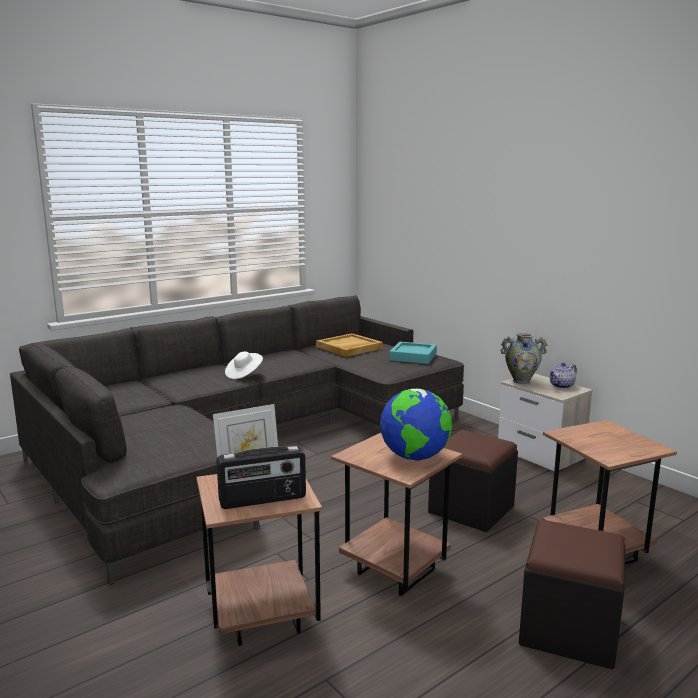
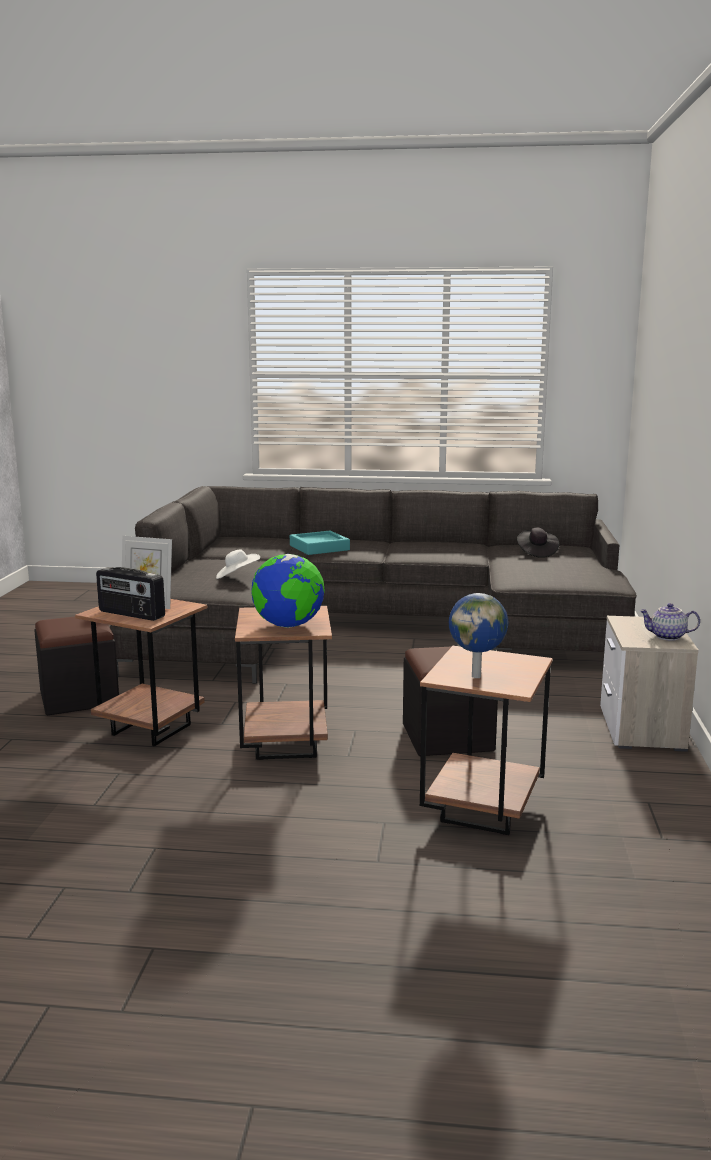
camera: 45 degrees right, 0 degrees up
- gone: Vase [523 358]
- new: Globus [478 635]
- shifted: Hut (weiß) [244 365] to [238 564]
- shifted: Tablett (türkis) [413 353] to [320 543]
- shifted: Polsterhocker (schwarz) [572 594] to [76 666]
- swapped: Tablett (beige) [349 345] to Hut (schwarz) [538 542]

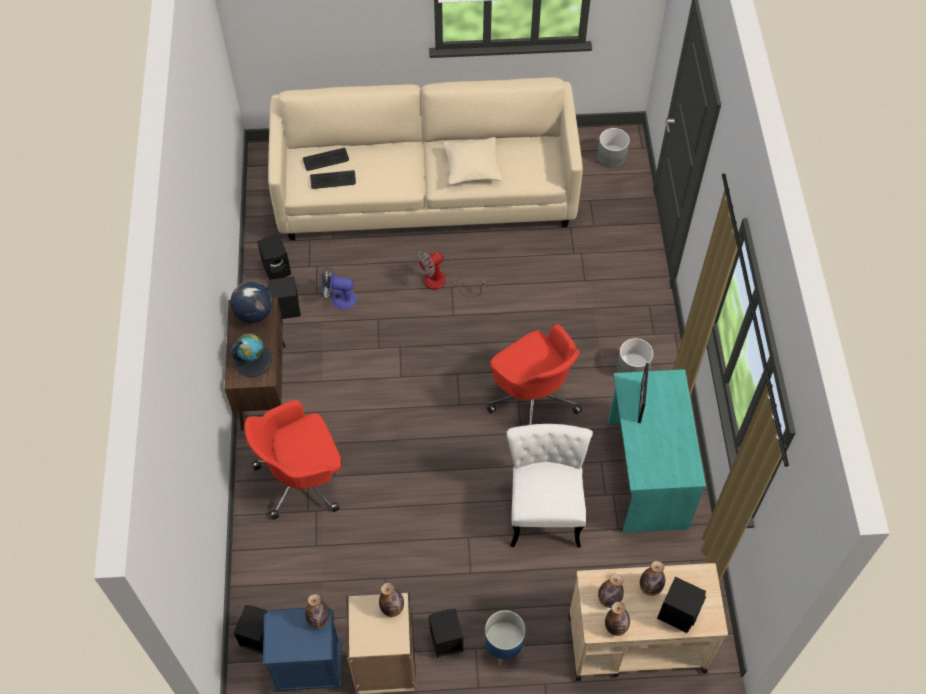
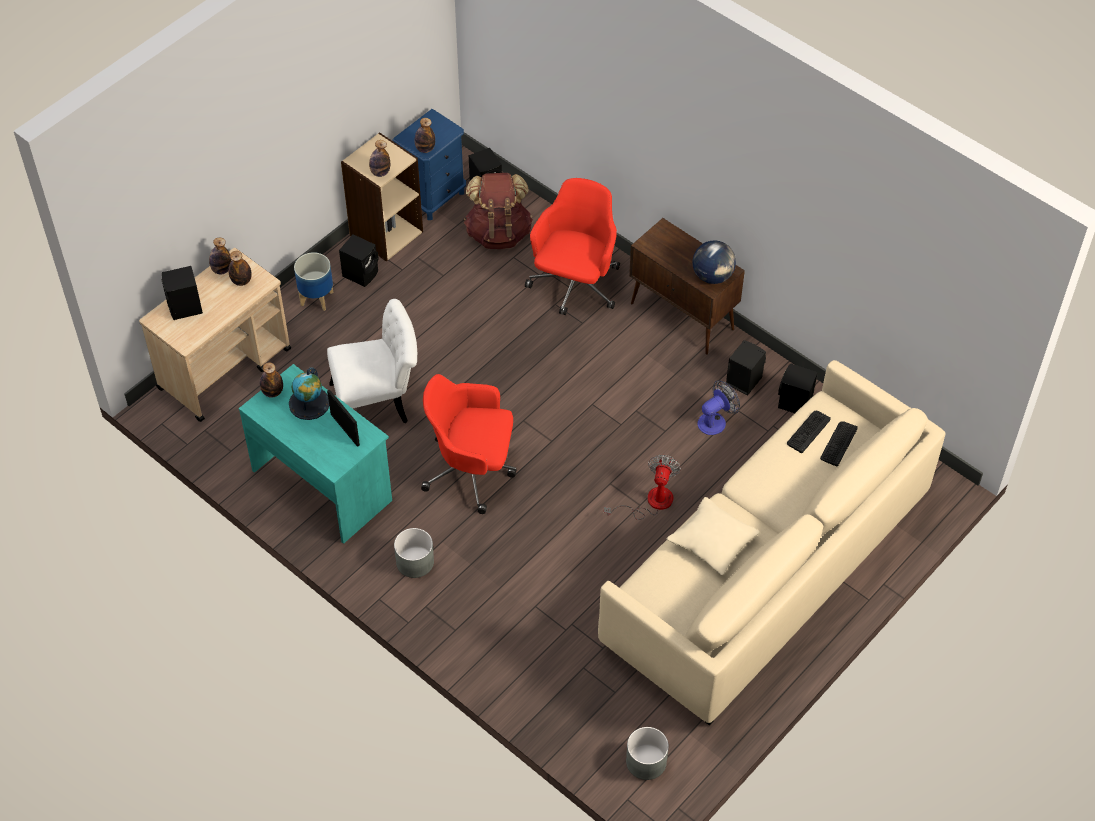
camera: 135 degrees right, 5 degrees down
- new: Rucksack (braun) [498 211]
- shifted: Globus [251 355] to [309 393]
- shifted: Flasche [652 578] to [271 380]
- rotated: Stuhl (weiß) [550 485] = [372 361] 60 degrees counterclockwise

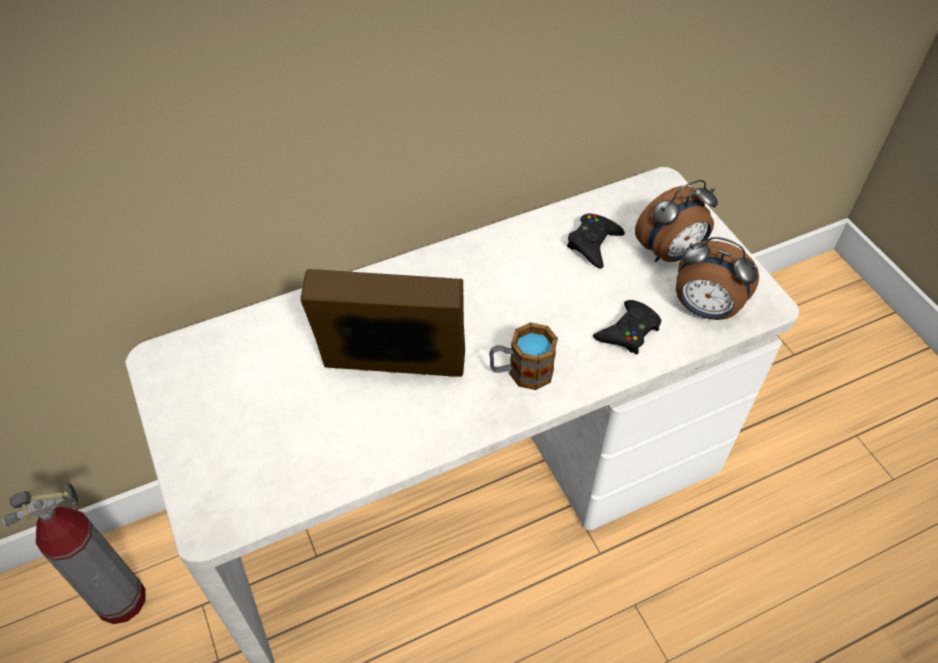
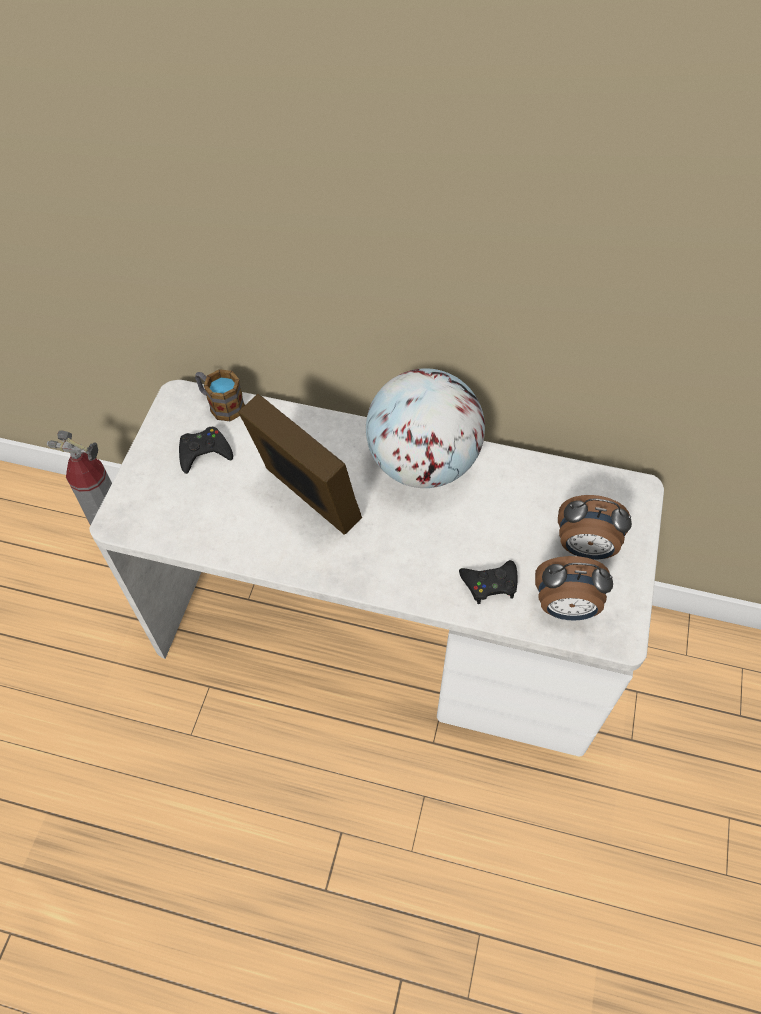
camera: 40 degrees right, 5 degrees up
- new: Globus [425 428]
- shifted: Henkelbecher [523 356] to [220 395]
- shifted: Gamepad (schwarz) [596 240] to [206 450]
- rotated: Wecker [717 278] = [574 588] 60 degrees counterclockwise

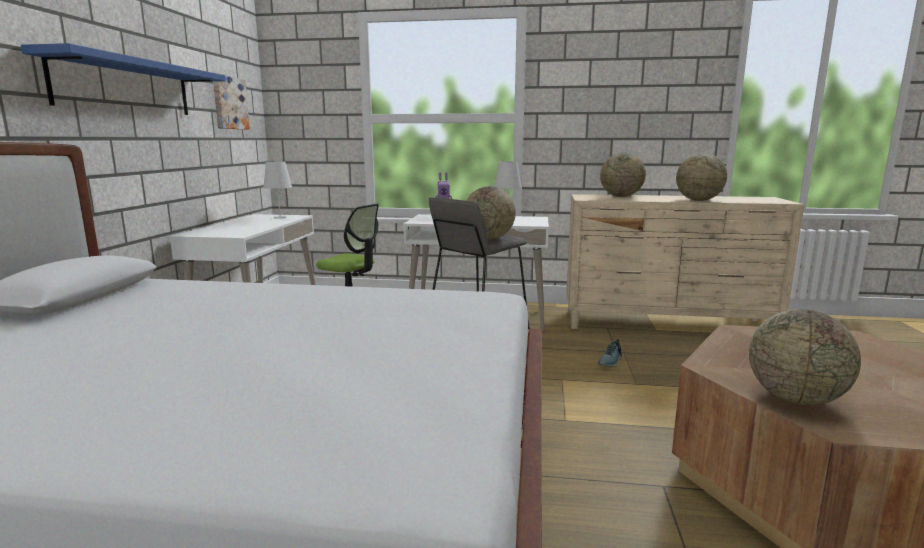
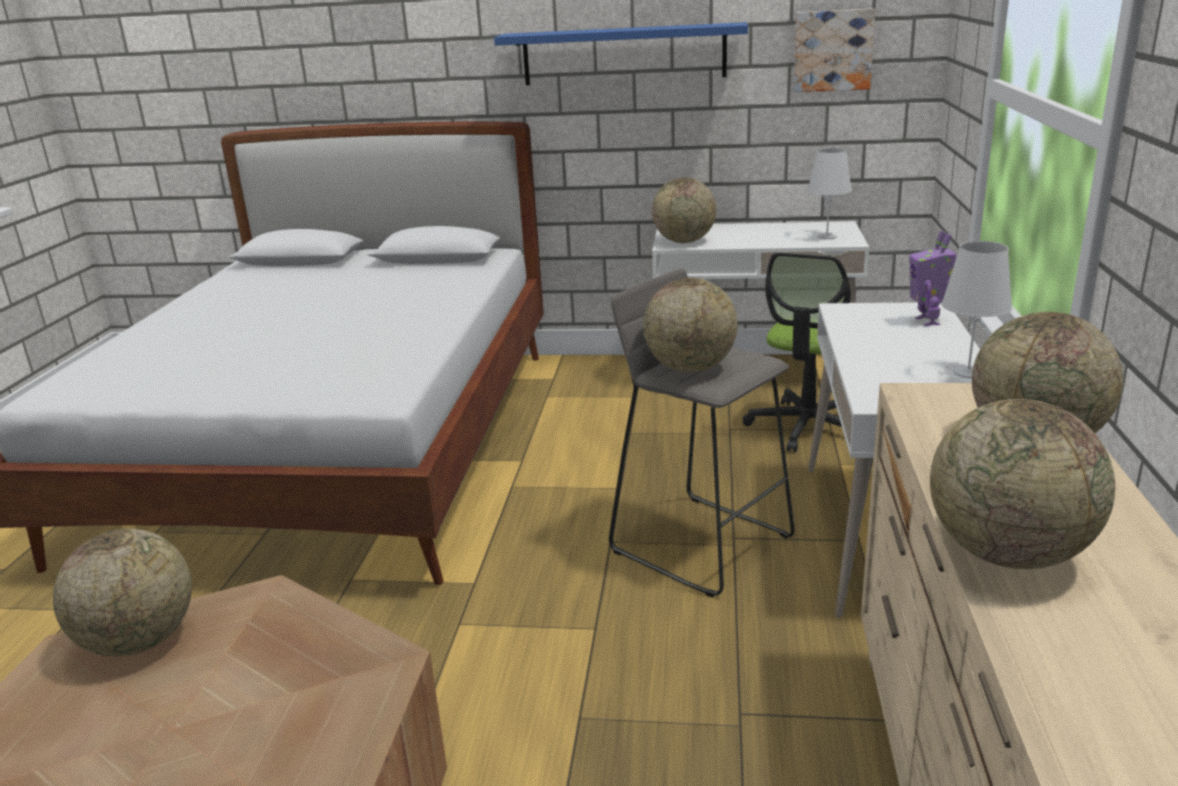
camera: 90 degrees right, 10 degrees up
- gone: Schuh [610 353]
- new: Globus [684 210]

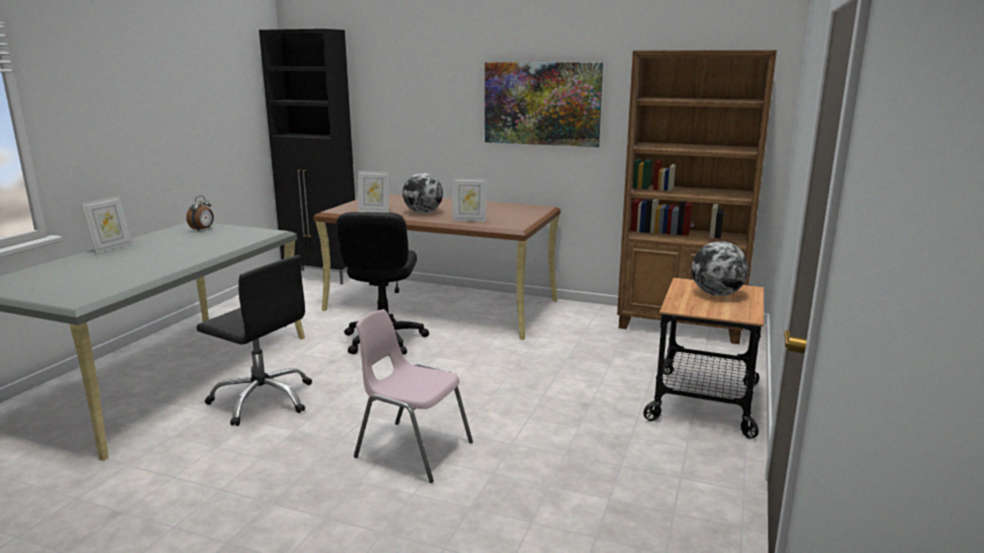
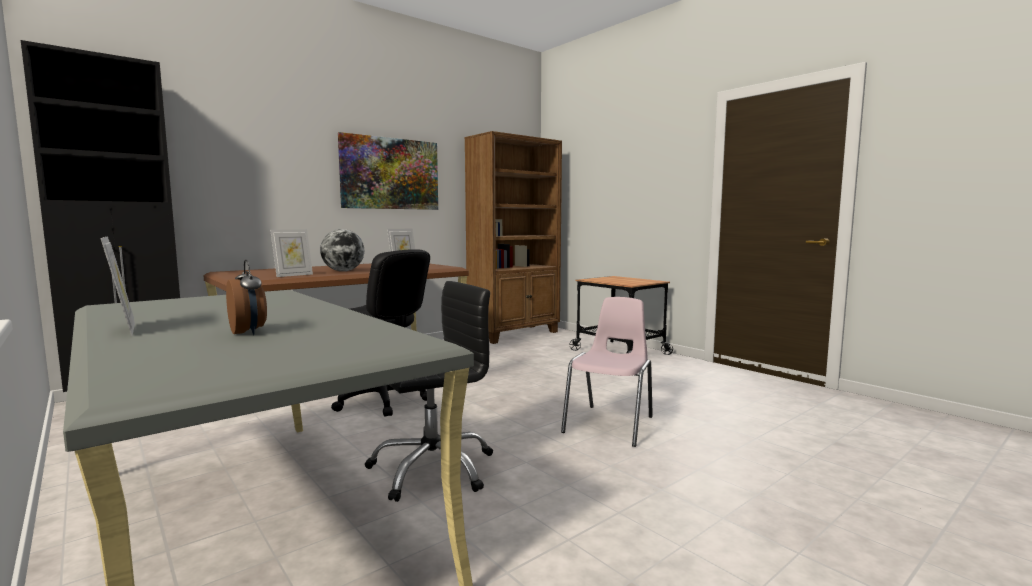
camera: 60 degrees left, 10 degrees down
- gone: Globus [720 268]
- shifted: Wecker [200 213] to [246 297]
- rotated: Stuhl (rosa) [413 396] = [607 372] 150 degrees clockwise

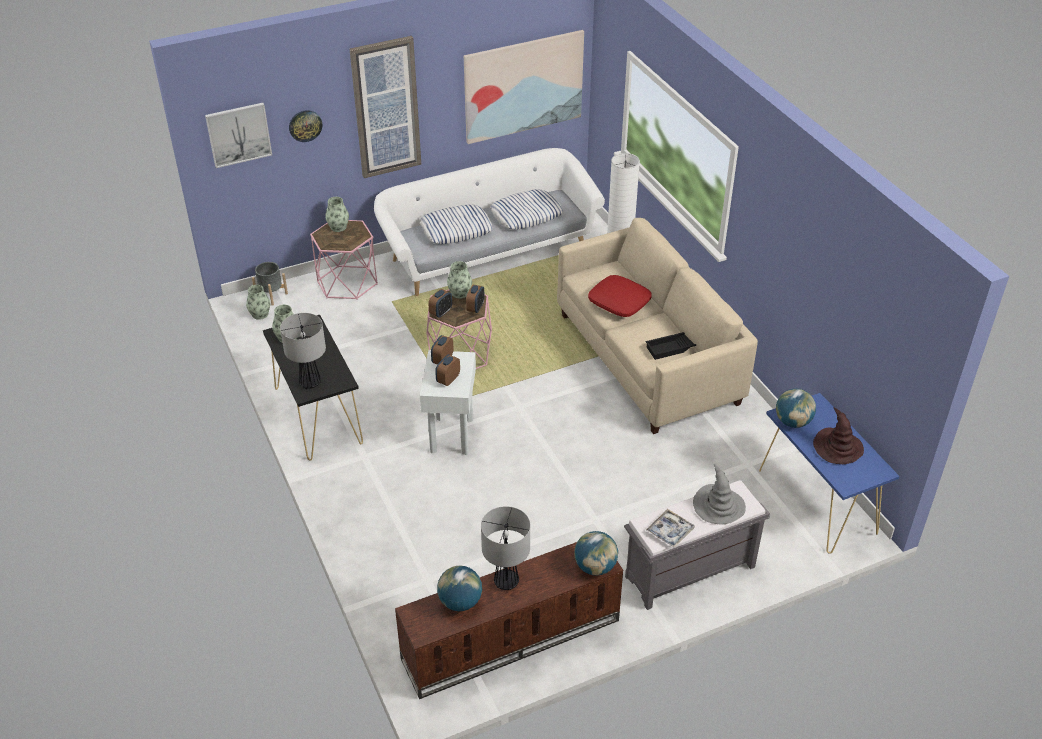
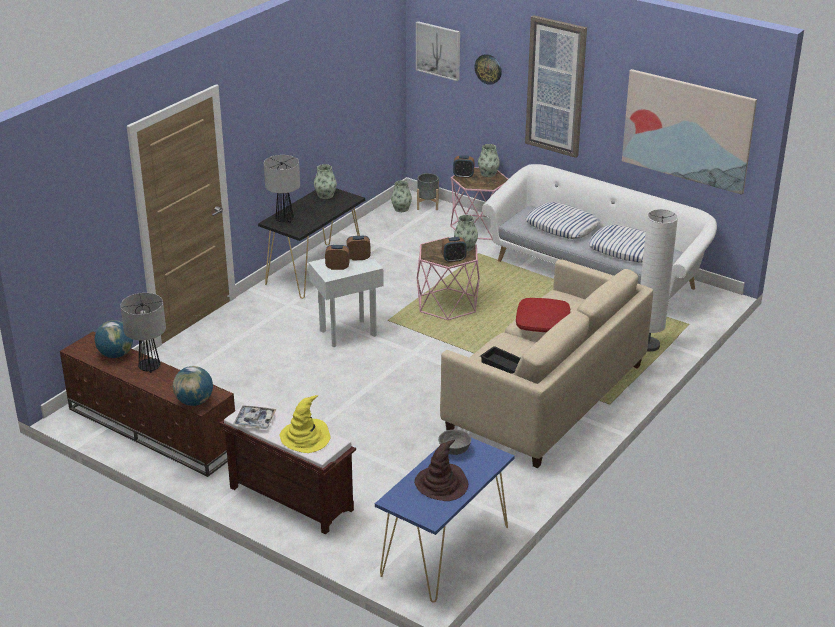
camera: 60 degrees right, 10 degrees down
- shifted: Wecker [440 303] to [463 166]
- swapped: Globus [796 408] to Schüssel (grau) [454 442]
- repainted: Bank (grau) [697 545] to Bank (braun) [288 466]
- repainted: Hut (grau) [719 494] to Hut (gelb) [305 424]

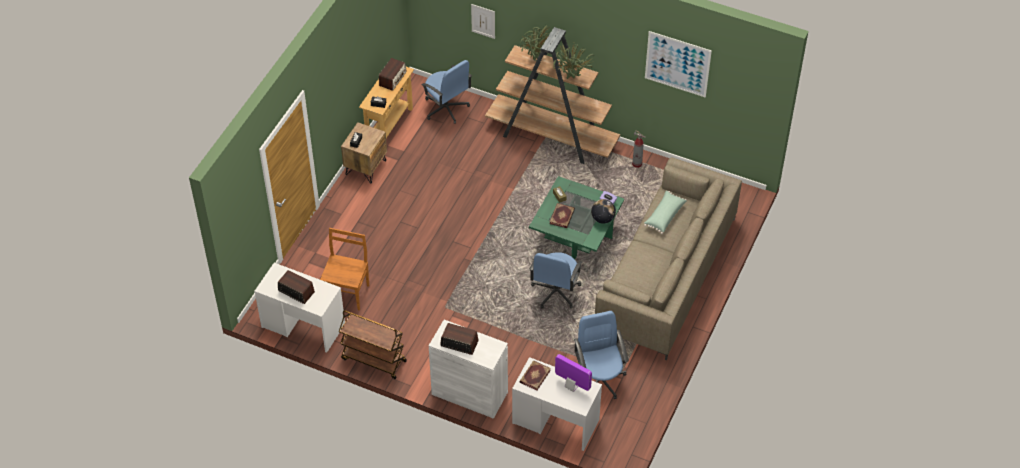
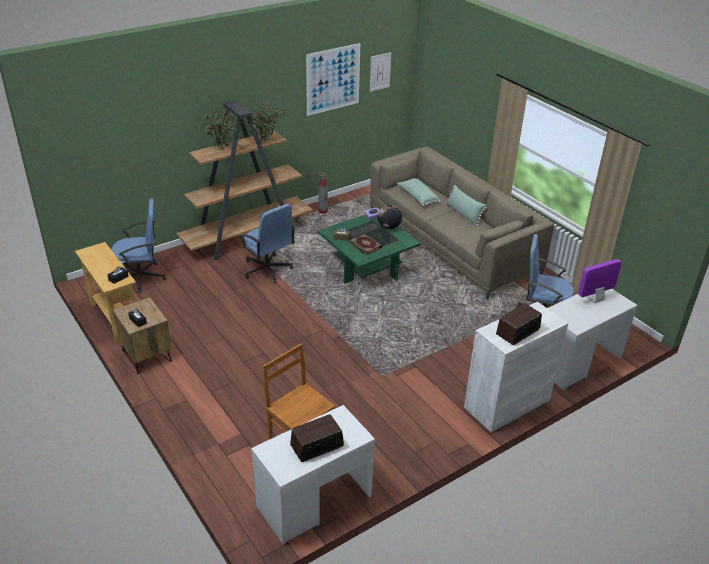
camera: 60 degrees left, 15 degrees down
- gone: Rollwagen (braun) [373 344]
- gone: Radio [392 74]
- gone: Buch [535 375]
- new: Kissen (grün) [466 205]
- shifted: Bild [483 21] to [380 72]
- shifted: Bürostuhl (blau) [556 279] to [267 243]

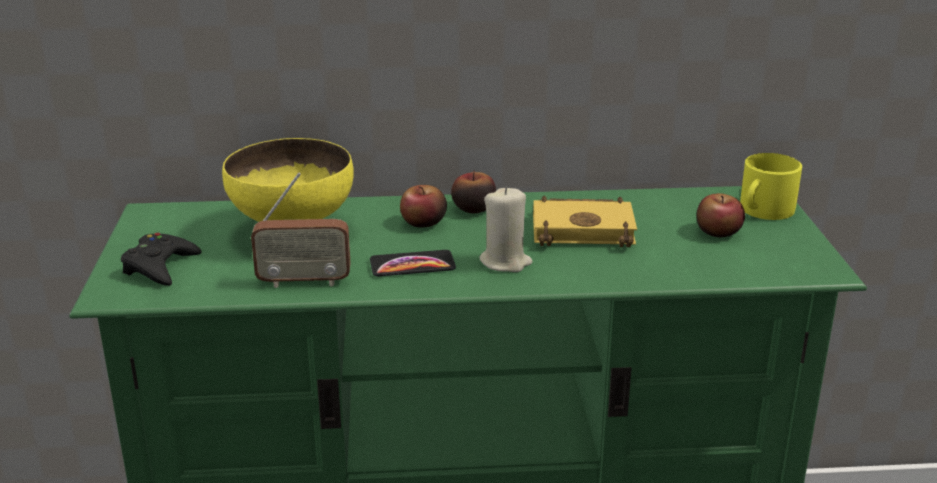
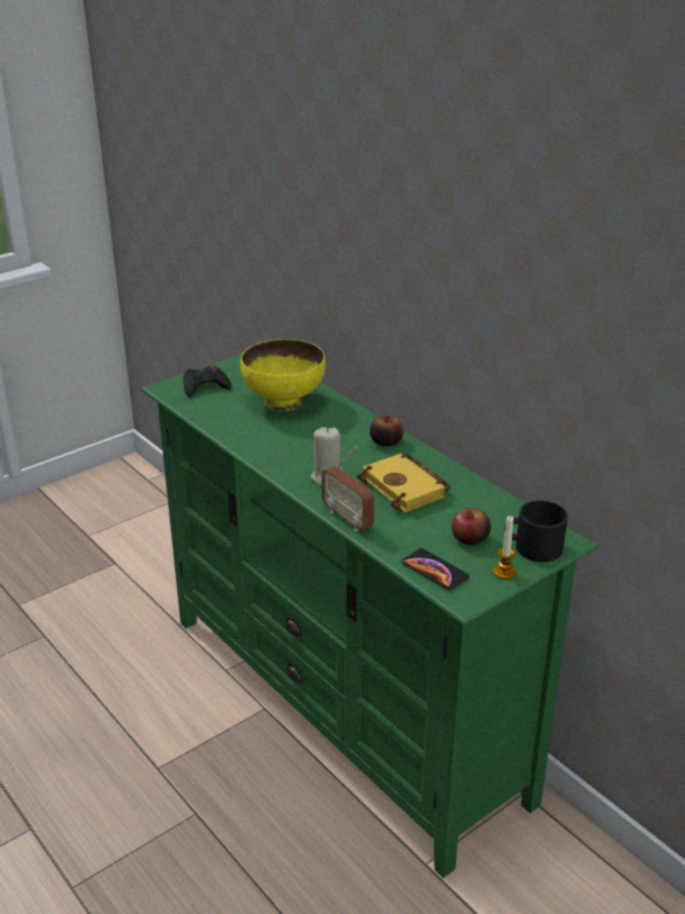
camera: 55 degrees right, 5 degrees up
- gone: Apfel [423 206]
- new: Kerze [504 547]
- shifted: Radio [301 230] to [348 489]
- shifted: Handy [413 263] to [435 569]
- repainted: Henkelbecher (gelb) [771 186] to Henkelbecher (schwarz) [536 531]

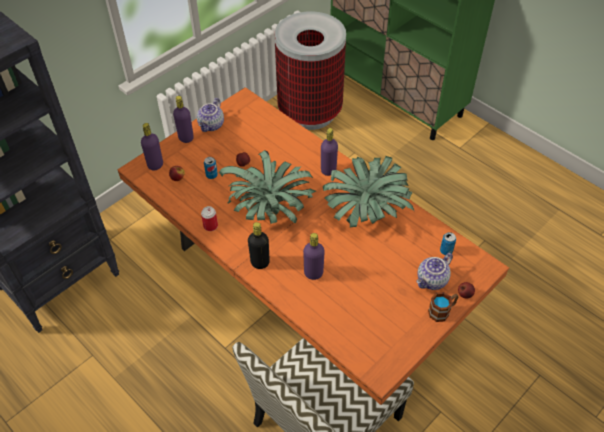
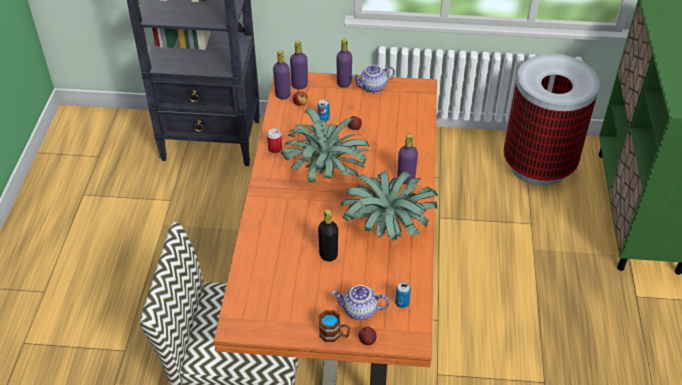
camera: 50 degrees right, 5 degrees down
- shifted: Flasche (schwarz) [259 245] to [328 235]
- shifted: Flasche (lila) [314 256] to [282 74]

